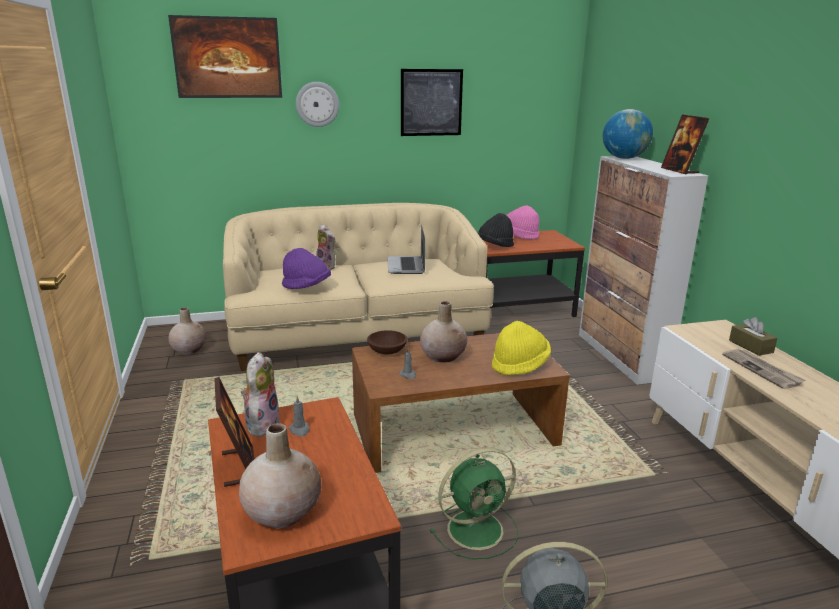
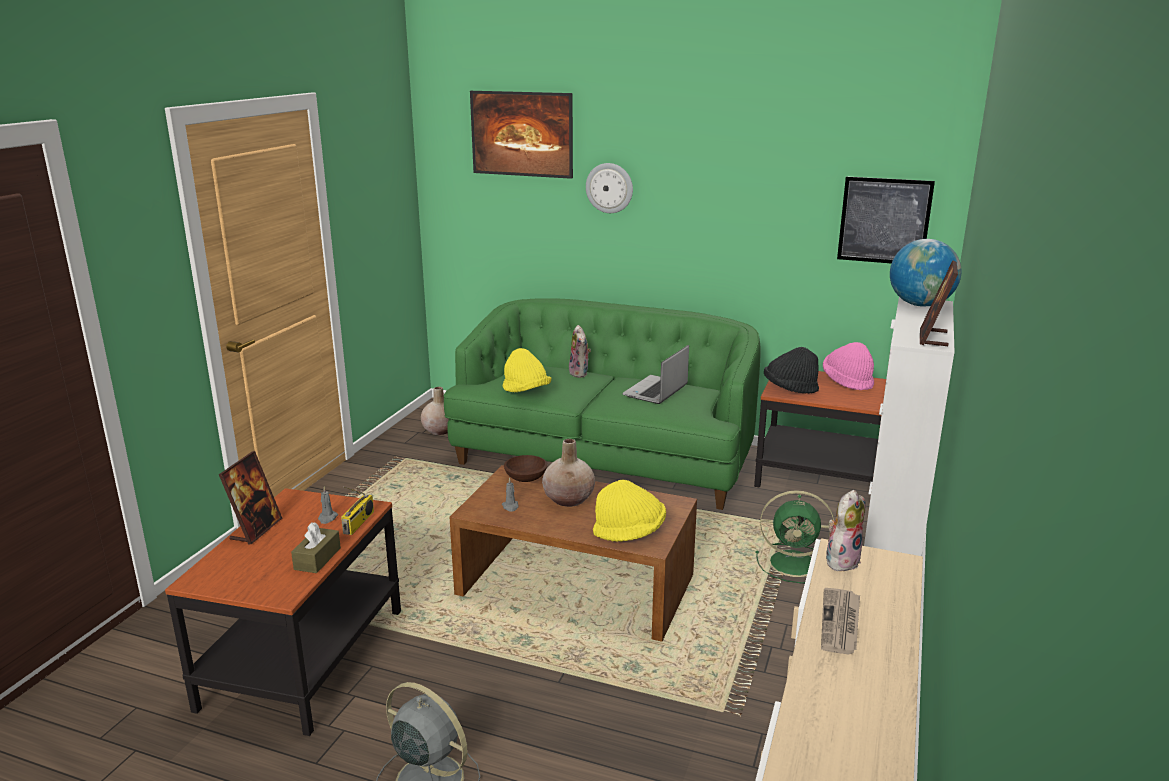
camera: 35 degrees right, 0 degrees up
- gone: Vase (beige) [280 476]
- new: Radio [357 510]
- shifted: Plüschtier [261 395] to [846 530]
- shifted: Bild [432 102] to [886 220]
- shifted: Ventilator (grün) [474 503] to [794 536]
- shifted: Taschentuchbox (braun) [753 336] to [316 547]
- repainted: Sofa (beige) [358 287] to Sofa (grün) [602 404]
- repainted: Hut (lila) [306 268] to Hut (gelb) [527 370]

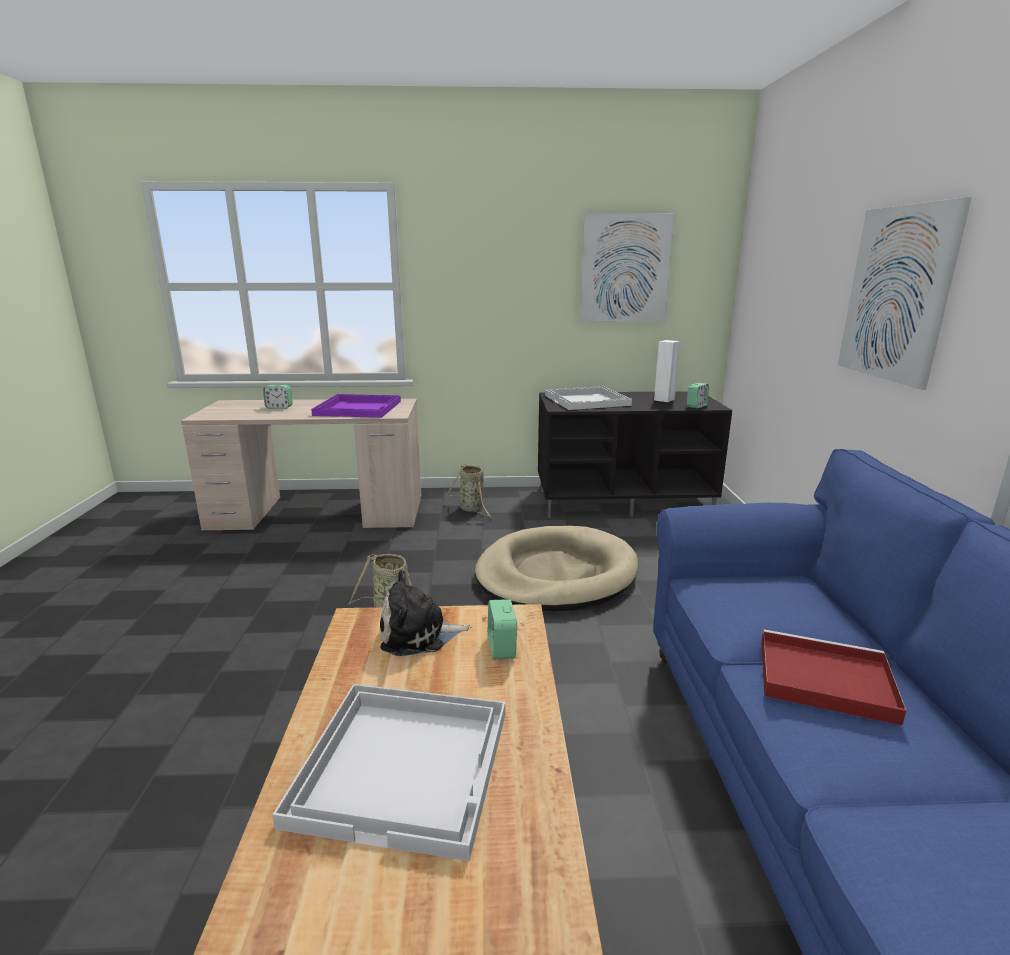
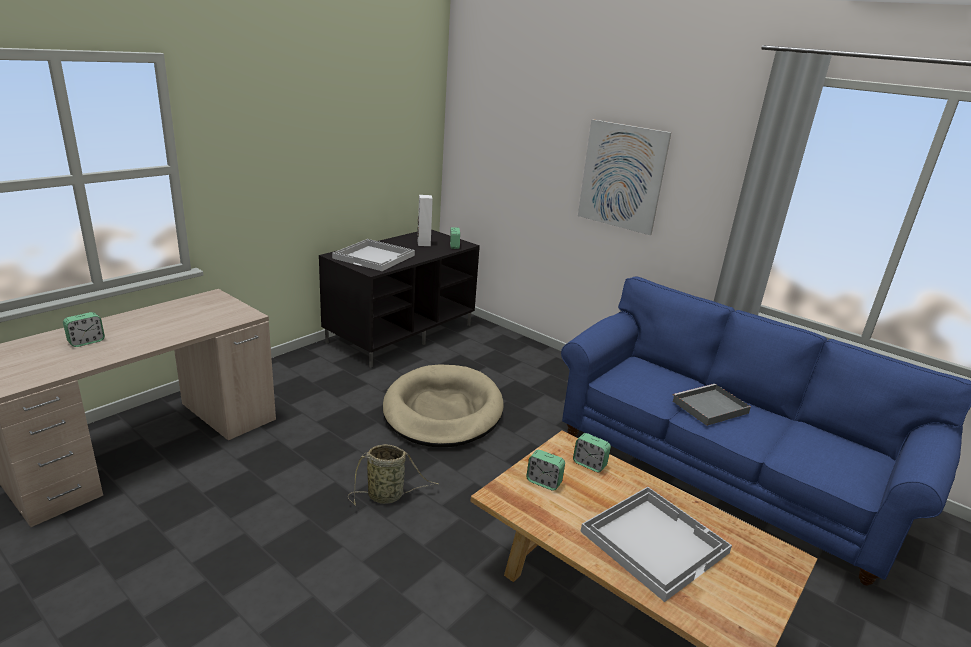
camera: 50 degrees left, 5 degrees up
- gone: Tablett (lila) [356 406]
- gone: Korb [469 491]
- gone: Bild [627 267]
- swapped: Plüschtier [426 613] to Wecker [545 470]
- repainted: Tablett (rot) [833 677] to Tablett (grau) [711 405]

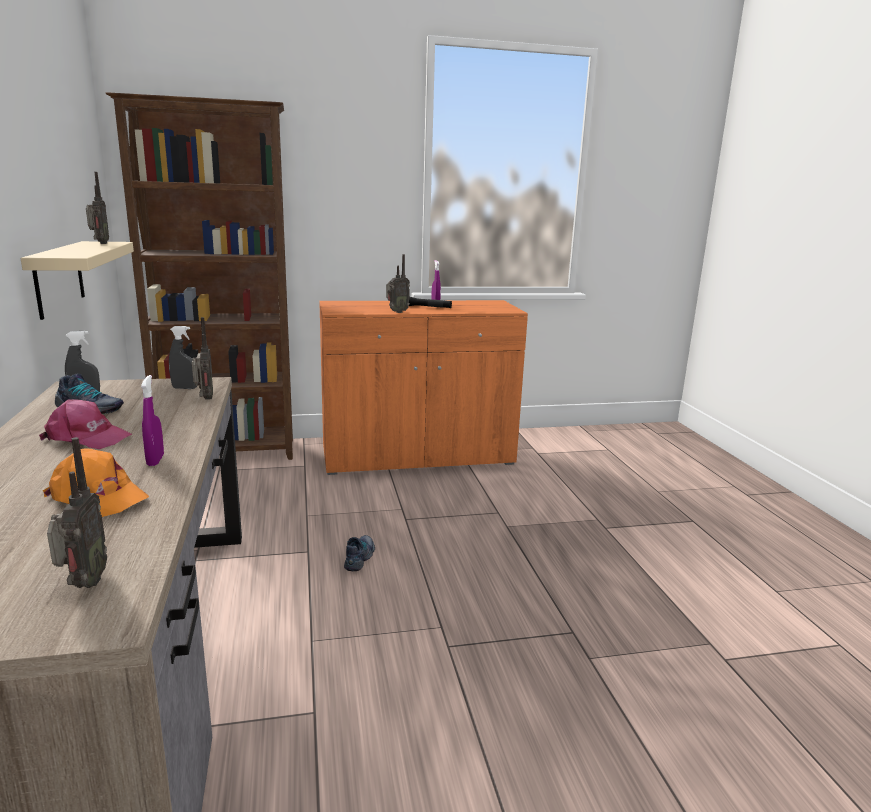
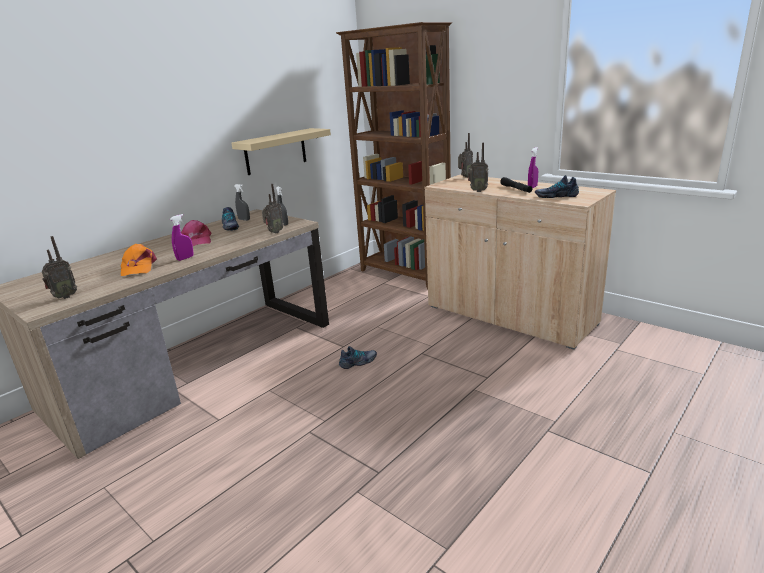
camera: 55 degrees right, 5 degrees up
- new: Schuh [557 186]
- shifted: Radio [97 208] to [465 155]
- repainted: Schrank (orange) [423 387] to Schrank (beige) [520 262]

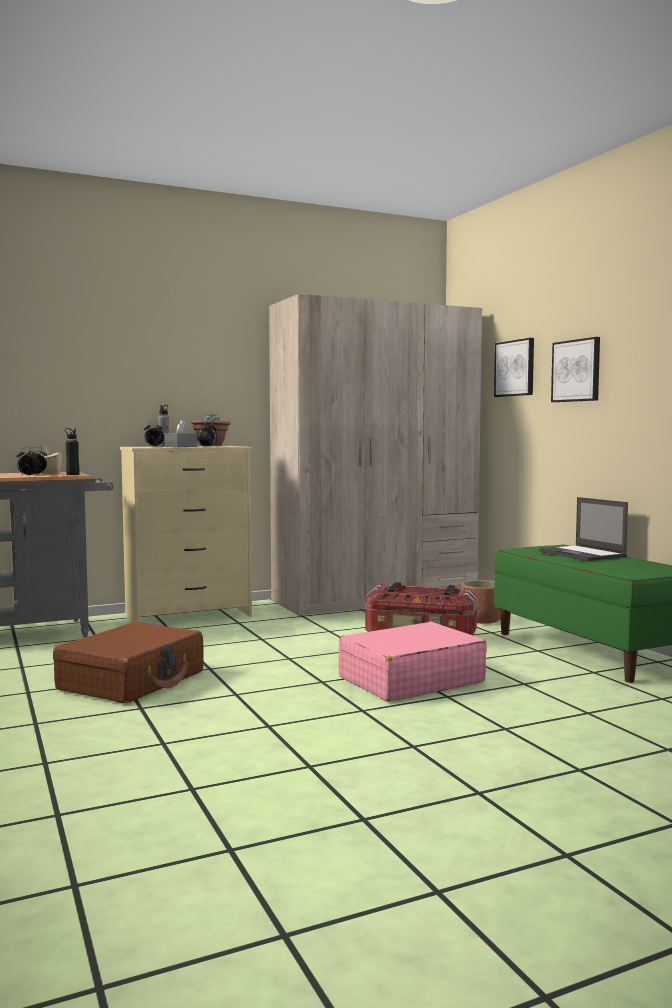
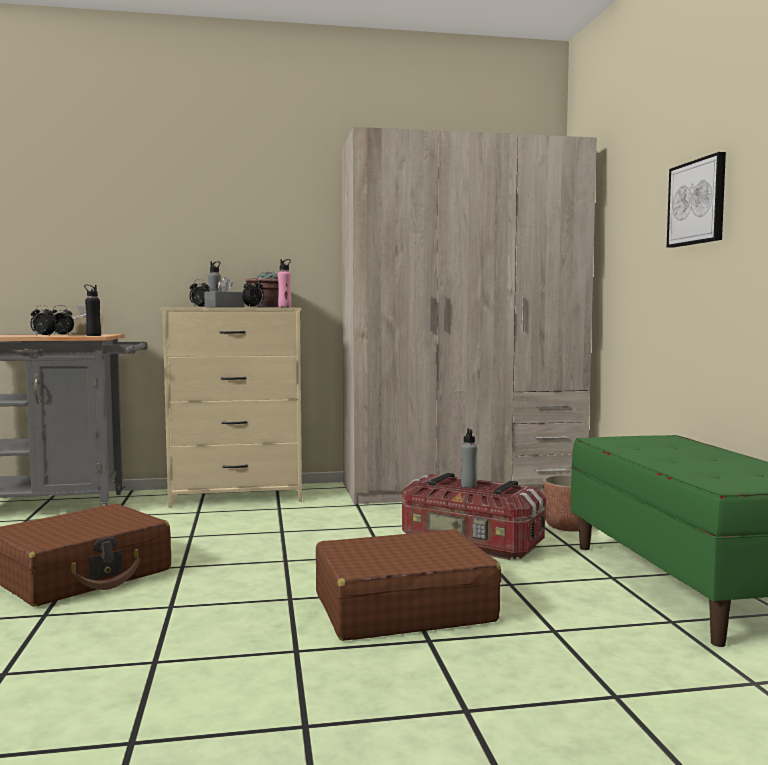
camera: 15 degrees right, 0 degrees up
- gone: Bild [514 367]
- gone: Laptop [583 529]
- new: Flasche (rosa) [284 283]
- new: Flasche (grau) [469 458]
- repainted: Koffer (rosa) [412 662] to Koffer (braun) [409 585]

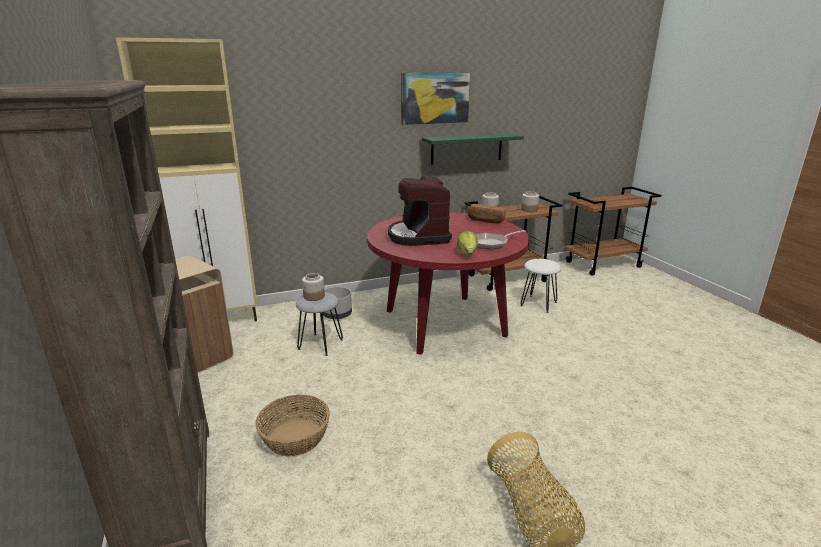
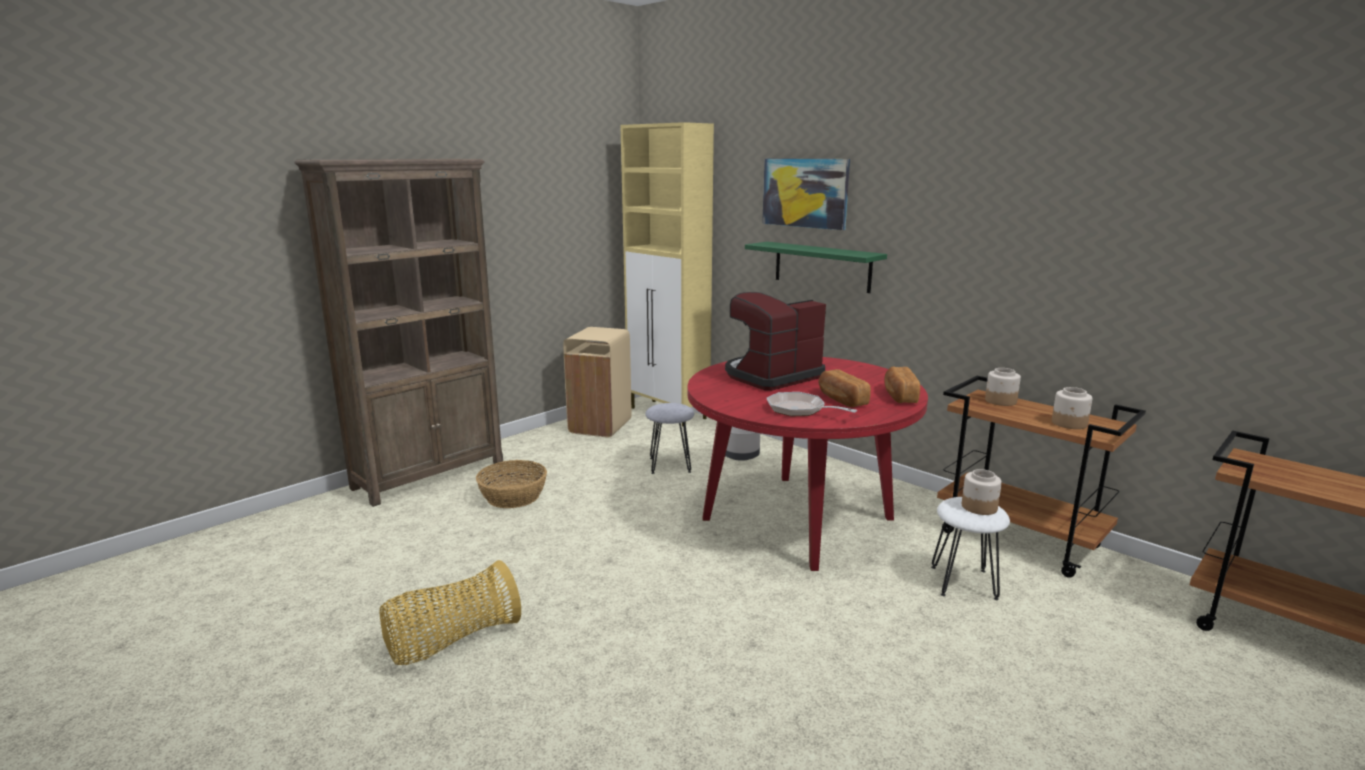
camera: 65 degrees right, 5 degrees down
- gone: Salatkopf [467 243]
- new: Brot [845 388]
- shifted: Vorratsglas [313 287] to [982 492]
- shifted: Bild [435 99] to [806 194]
- shifted: Wandregal (grün) [473 149] to [816 267]

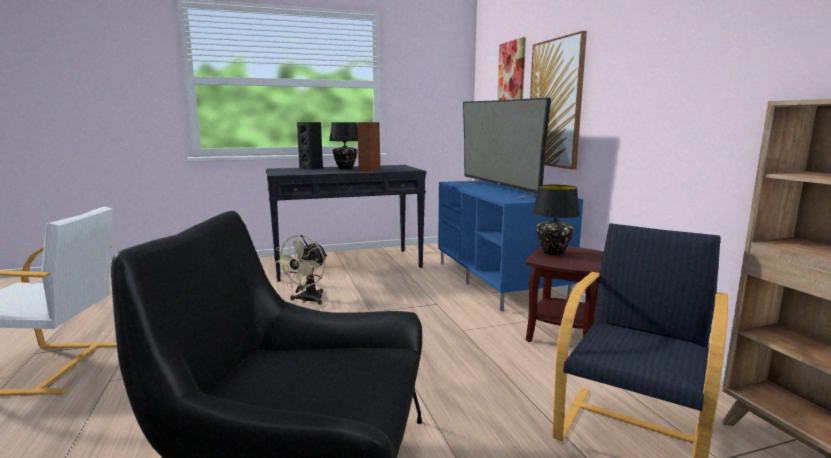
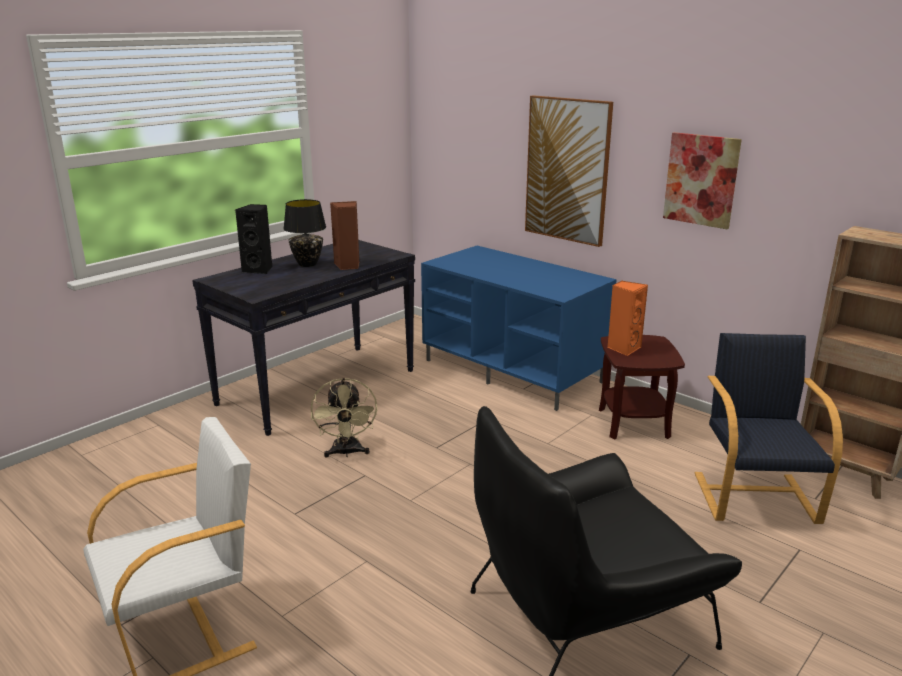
camera: 30 degrees left, 10 degrees up
- gone: Fernseher [505 148]
- shifted: Bild [511 68] to [702 180]
- swapped: Tischlampe (schwarz) [556 220] to Lautsprecher (orange) [627 318]

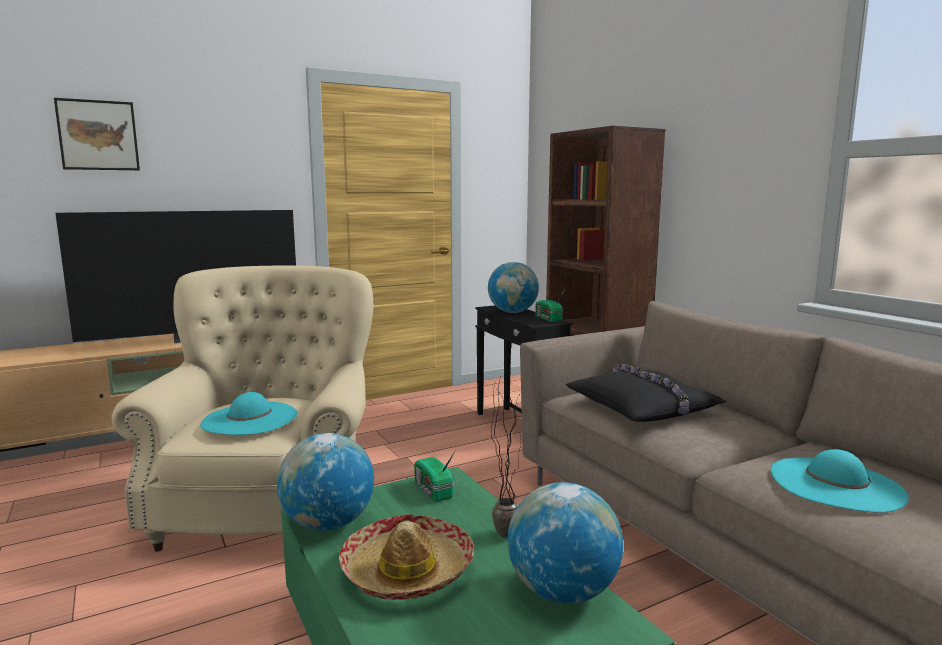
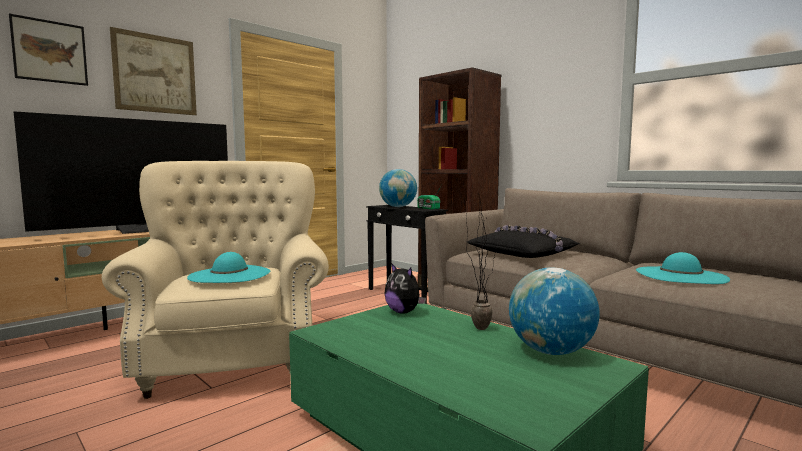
camera: 15 degrees left, 5 degrees down
- gone: Globus [325 482]
- gone: Hut [406 557]
- new: Bild [153 71]
- swapped: Radio [434 476] to Plüschtier [405 288]

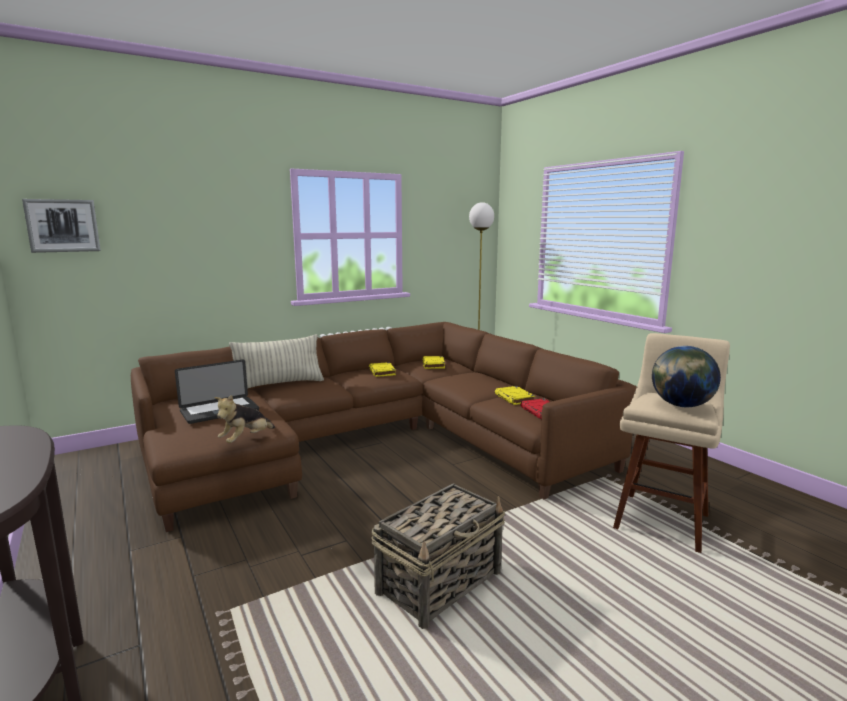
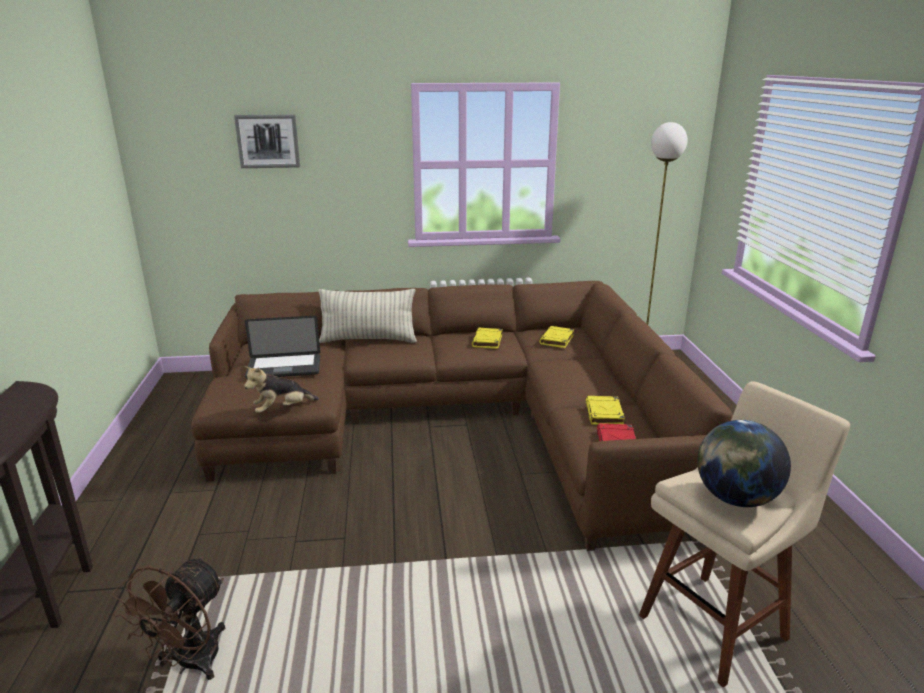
camera: 25 degrees right, 10 degrees up
- gone: Korb [438 556]
- new: Ventilator (braun) [168 618]
- shifted: Bild [61 226] to [267 141]

